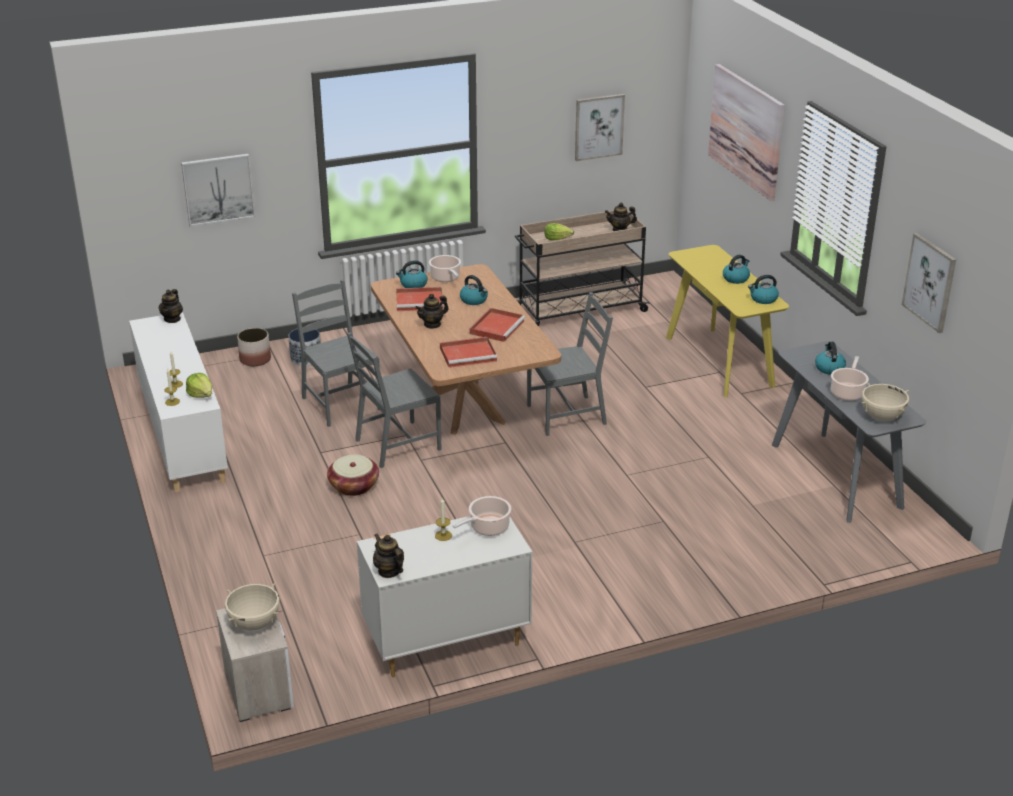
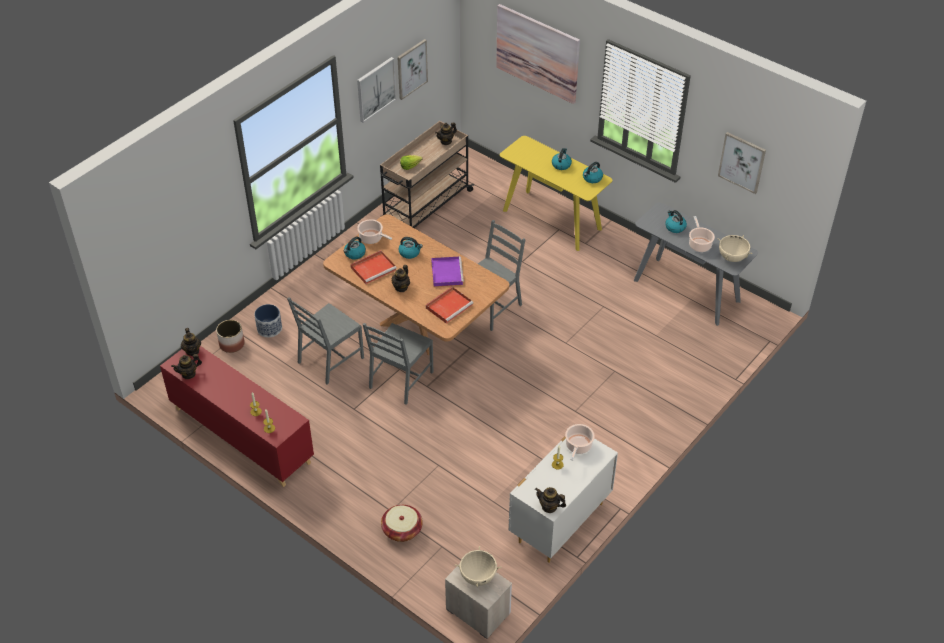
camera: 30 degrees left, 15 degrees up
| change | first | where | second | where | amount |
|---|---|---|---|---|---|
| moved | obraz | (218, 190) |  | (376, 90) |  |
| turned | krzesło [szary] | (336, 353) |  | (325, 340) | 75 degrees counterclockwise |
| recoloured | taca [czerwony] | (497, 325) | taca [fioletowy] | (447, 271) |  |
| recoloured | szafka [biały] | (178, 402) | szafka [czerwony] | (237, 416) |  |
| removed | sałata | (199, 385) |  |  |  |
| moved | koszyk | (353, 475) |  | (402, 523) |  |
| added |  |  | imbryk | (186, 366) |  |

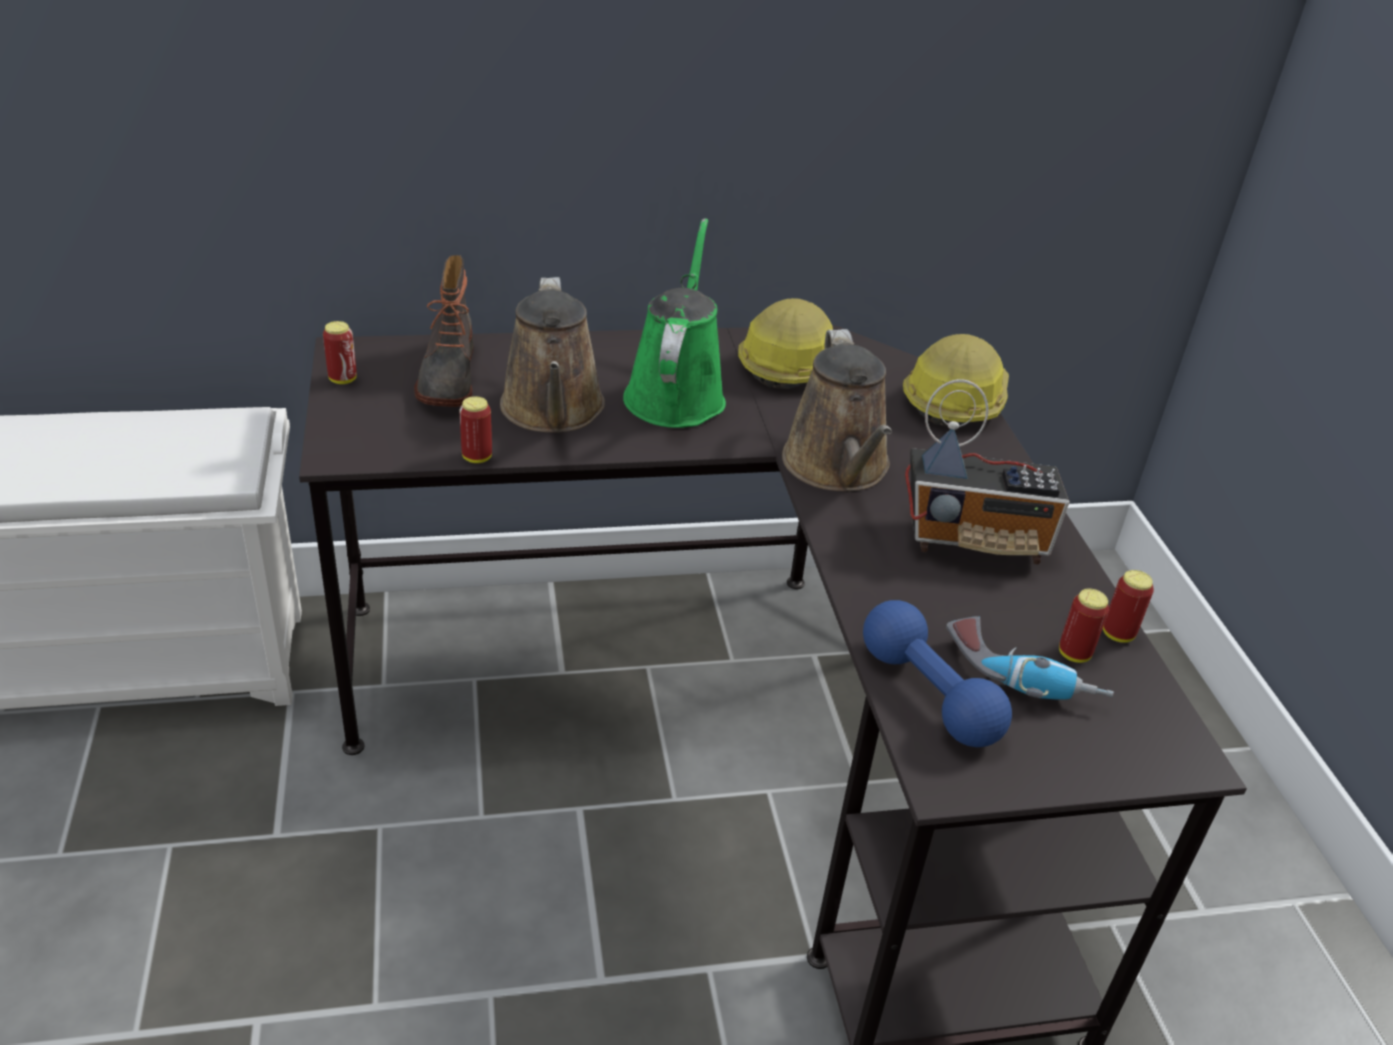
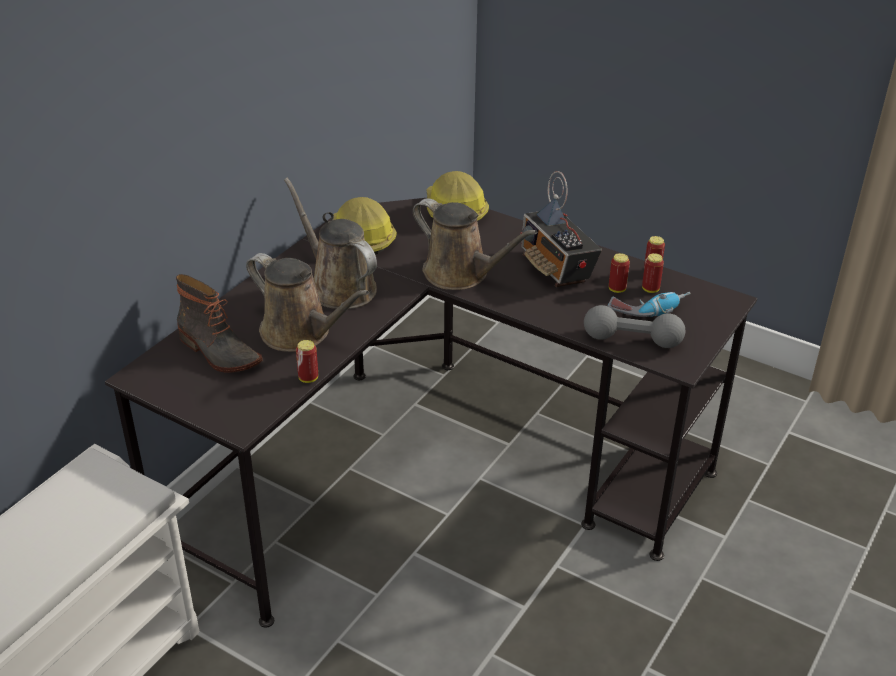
camera: 45 degrees left, 0 degrees up
| change | first | where | second | where | amount |
|---|---|---|---|---|---|
| recoloured | konewka [zielony] | (674, 323) | konewka [brązowy] | (330, 243) |  |
| moved | puszka | (340, 352) |  | (619, 273) |  |
| turned | radio | (987, 471) |  | (561, 229) | 105 degrees clockwise |
| recoloured | hantel [niebieski] | (937, 673) | hantel [szary] | (634, 326) |  |

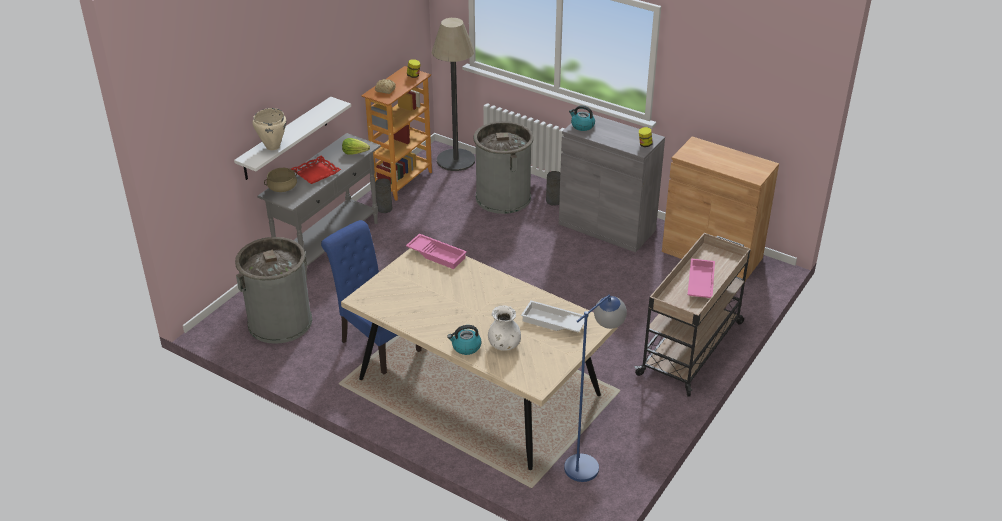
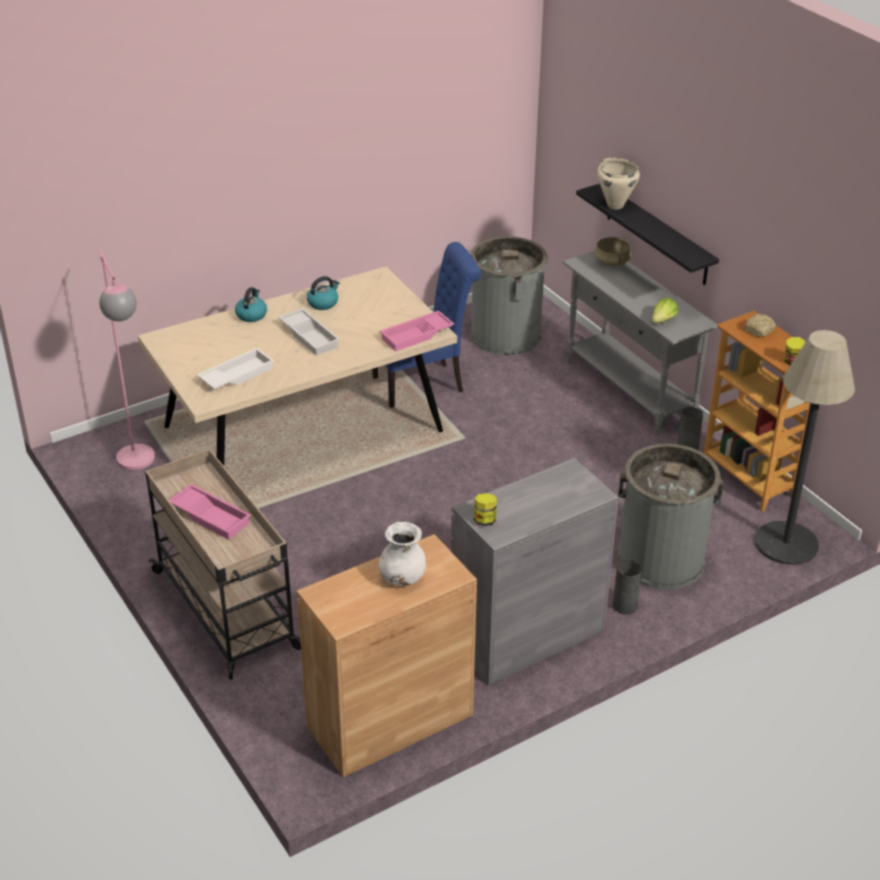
camera: 115 degrees right, 0 degrees up
| change | first | where | second | where | amount |
|---|---|---|---|---|---|
| recoloured | półka [biały] | (292, 138) | półka [czarny] | (647, 234) |  |
| moved | czajnik | (582, 118) |  | (323, 293) |  |
| removed | taca [czerwony] | (316, 170) |  |  |  |
| recoloured | lampa stojąca [niebieski] | (595, 388) | lampa stojąca [różowy] | (126, 360) |  |
| moved | wazon [biały] | (504, 328) |  | (402, 554) |  |
| added |  |  | taca [biały] | (309, 332) |  |

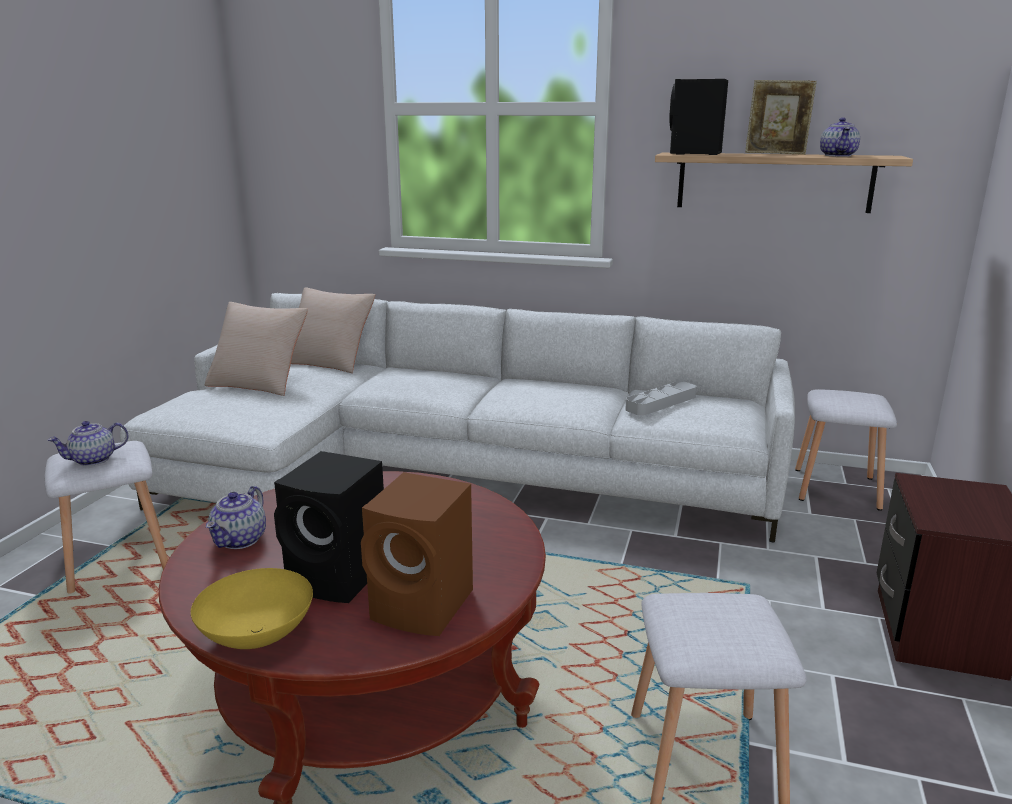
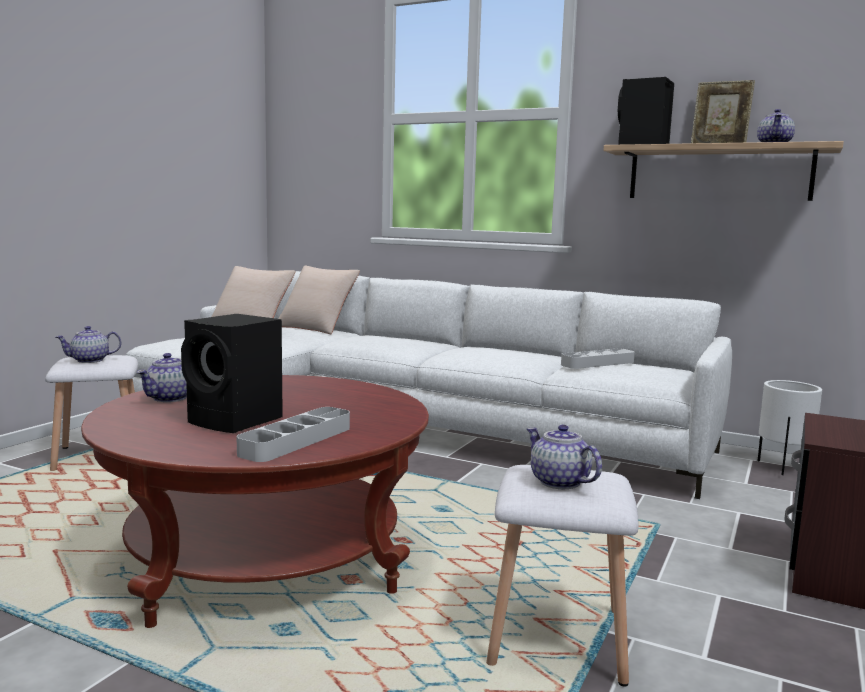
camera: 10 degrees right, 10 degrees down
| change | first | where | second | where | amount |
|---|---|---|---|---|---|
| replaced | stołek [biały] | (846, 450) | donica [biały] | (789, 427) |  |
| replaced | głośnik [brązowy] | (417, 554) | taca [szary] | (293, 434) |  |
| removed | miska [żółty] | (252, 608) |  |  |  |
| added |  |  | imbryk | (564, 456) |  |

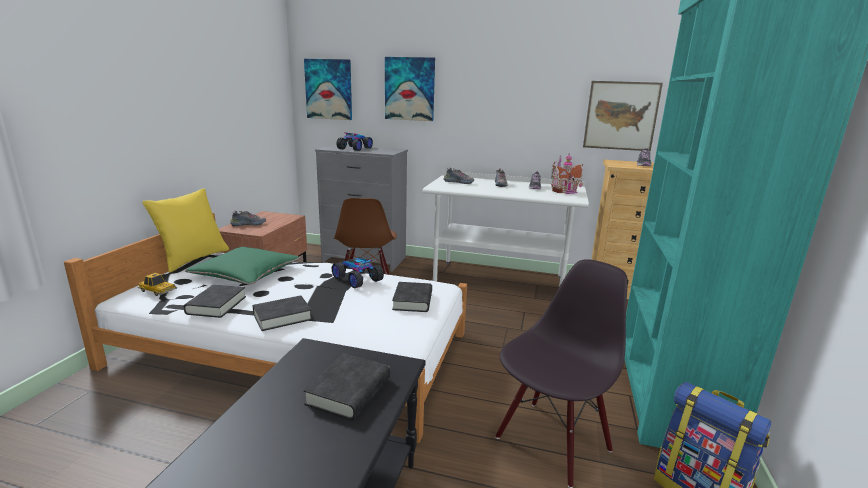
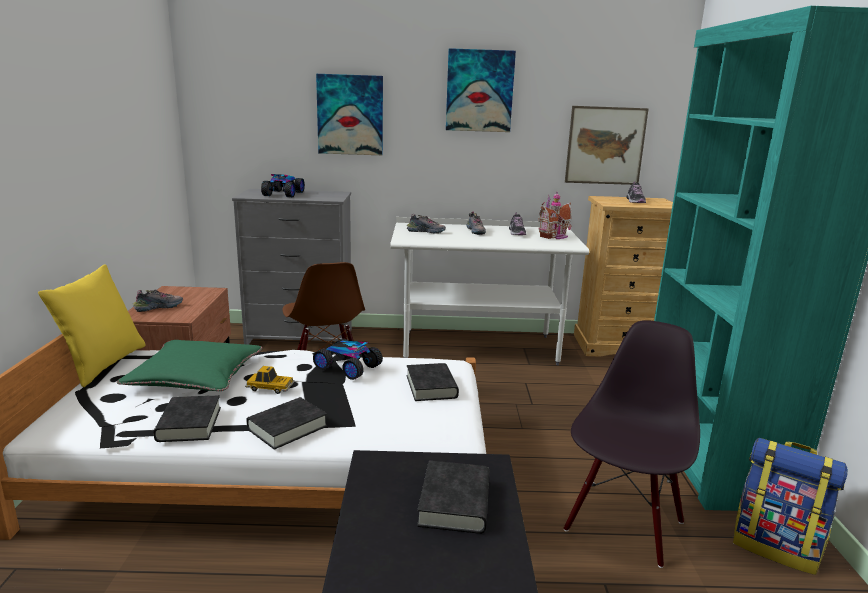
camera: 15 degrees left, 0 degrees up
| change | first | where | second | where | amount |
|---|---|---|---|---|---|
| moved | obraz | (328, 89) |  | (481, 90) |  |
| moved | samochodzik | (157, 284) |  | (270, 380) |  |

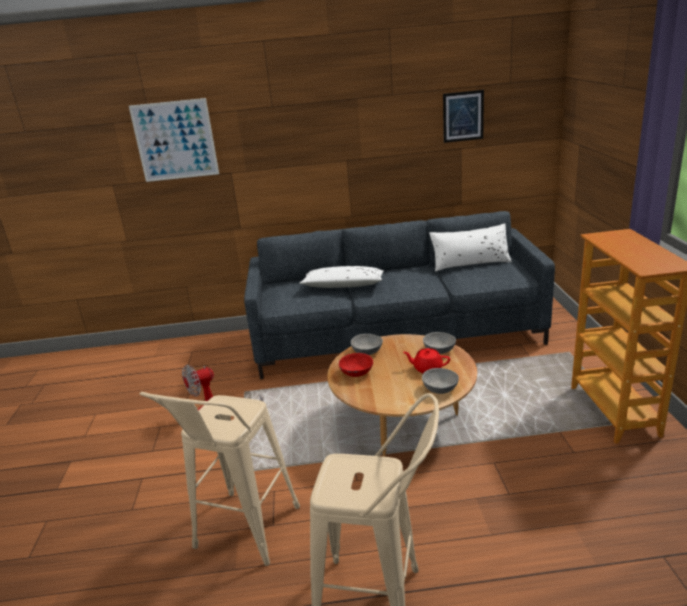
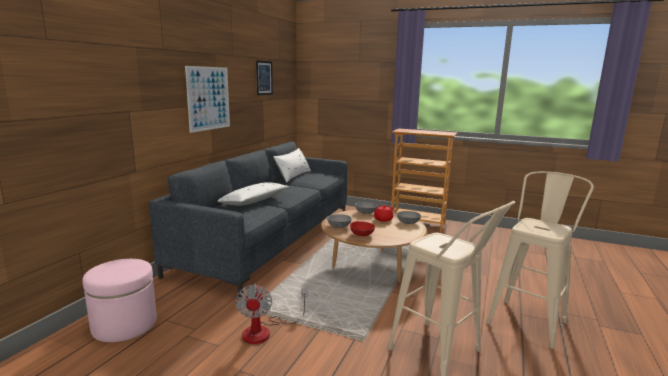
camera: 65 degrees left, 10 degrees down
| change | first | where | second | where | amount |
|---|---|---|---|---|---|
| moved | obraz | (174, 140) |  | (207, 99) |  |
| added |  |  | pufa [różowy] | (119, 300) |  |

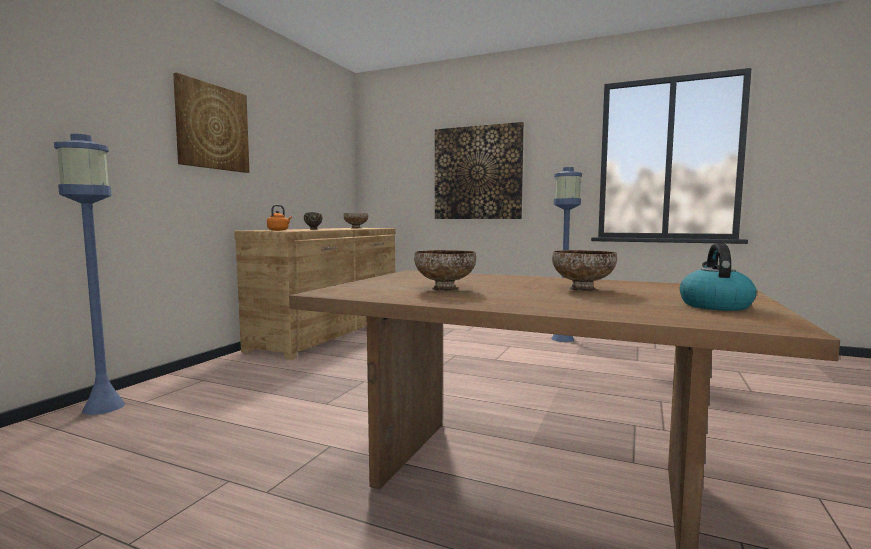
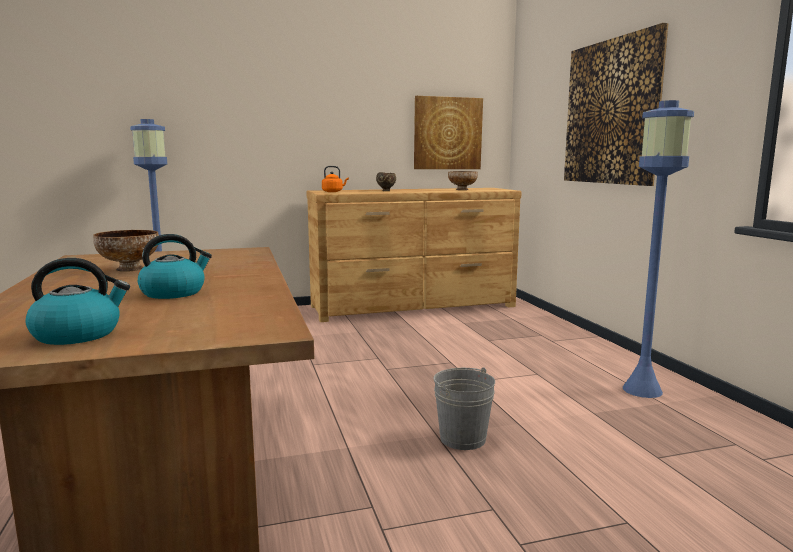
camera: 50 degrees right, 5 degrees up
| change | first | where | second | where | amount |
|---|---|---|---|---|---|
| moved | obraz | (211, 123) |  | (448, 132) |  |
| replaced | miska | (584, 270) | czajnik | (175, 266) |  |
| added |  |  | wiadro [szary] | (464, 408) |  |

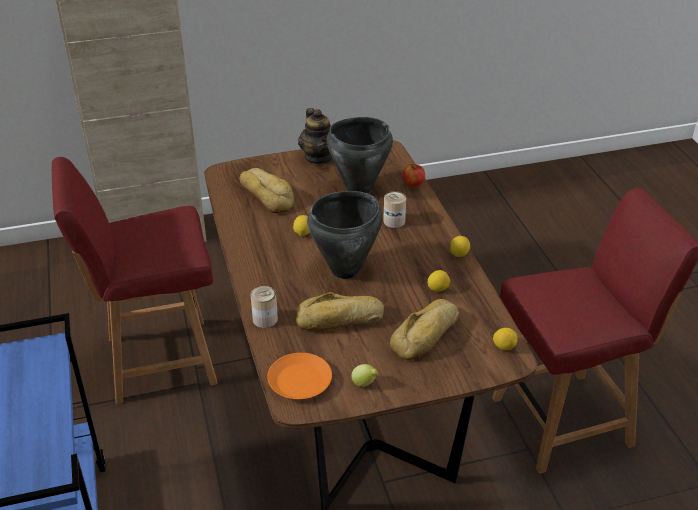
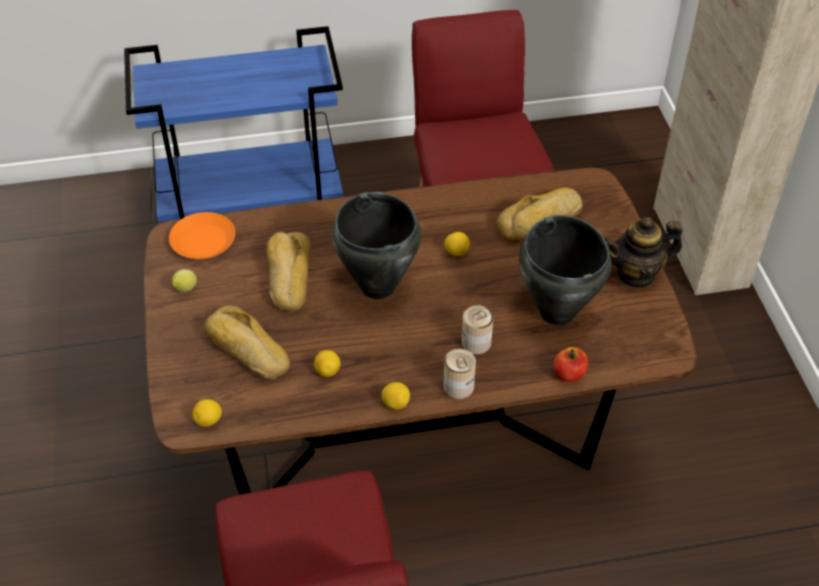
camera: 95 degrees right, 10 degrees up
| change | first | where | second | where | amount |
|---|---|---|---|---|---|
| moved | puszka | (264, 307) |  | (459, 374) |  |

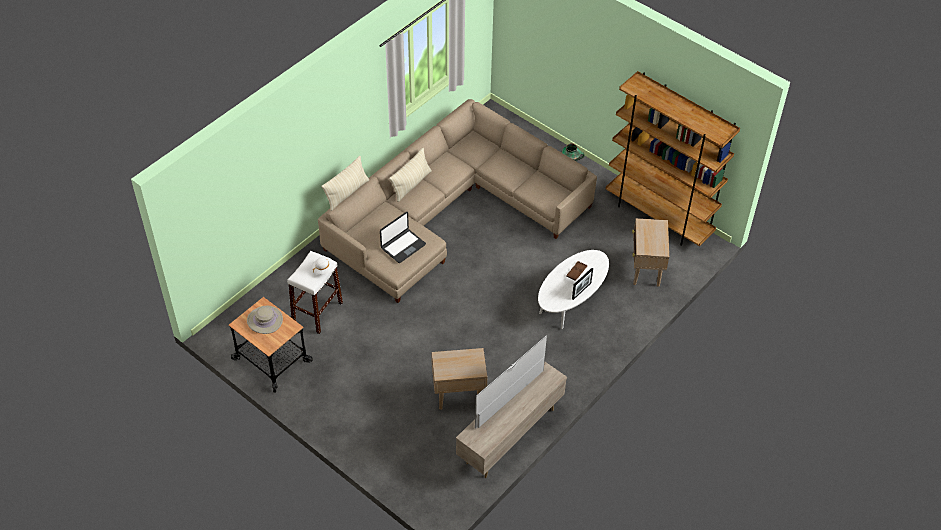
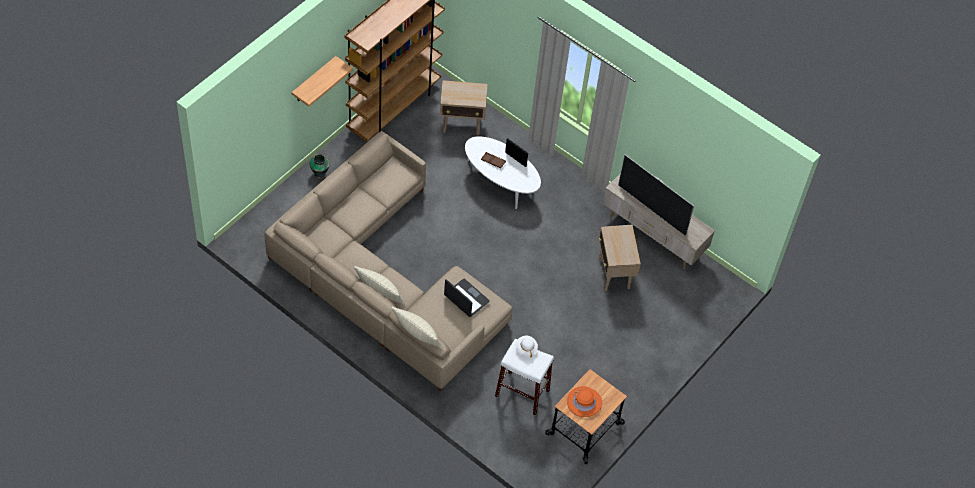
camera: 95 degrees left, 5 degrees up
| change | first | where | second | where | amount |
|---|---|---|---|---|---|
| recoloured | kapelusz [beżowy] | (265, 320) | kapelusz [pomarańczowy] | (584, 401) |  |
| added |  |  | półka | (322, 81) |  |

